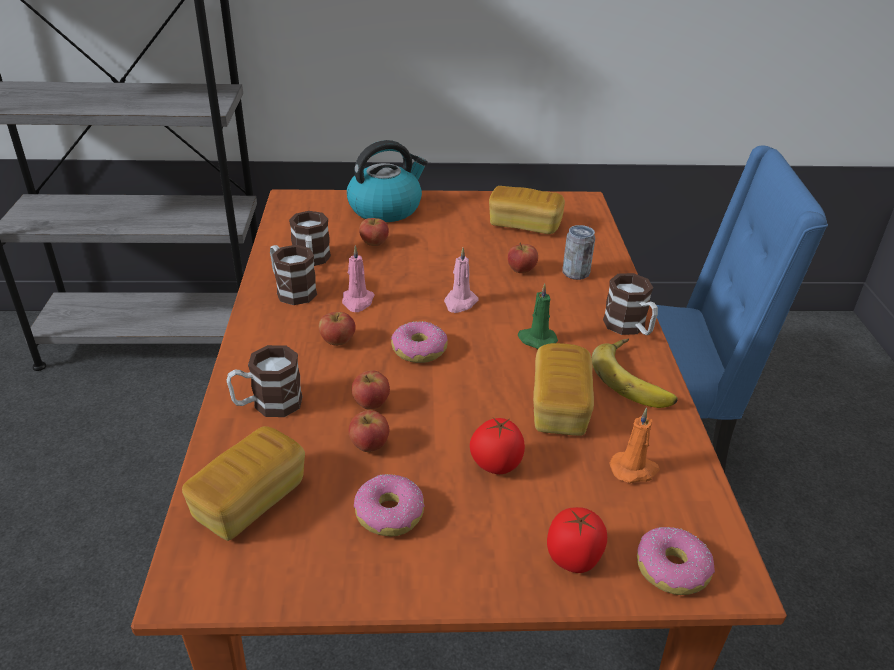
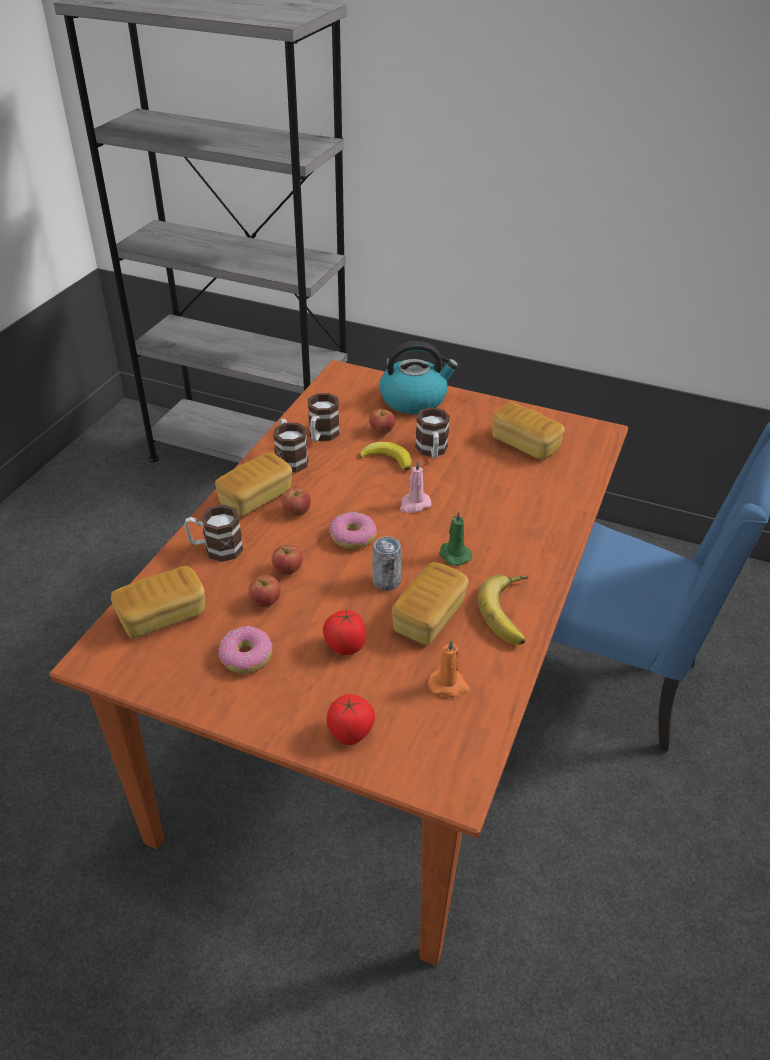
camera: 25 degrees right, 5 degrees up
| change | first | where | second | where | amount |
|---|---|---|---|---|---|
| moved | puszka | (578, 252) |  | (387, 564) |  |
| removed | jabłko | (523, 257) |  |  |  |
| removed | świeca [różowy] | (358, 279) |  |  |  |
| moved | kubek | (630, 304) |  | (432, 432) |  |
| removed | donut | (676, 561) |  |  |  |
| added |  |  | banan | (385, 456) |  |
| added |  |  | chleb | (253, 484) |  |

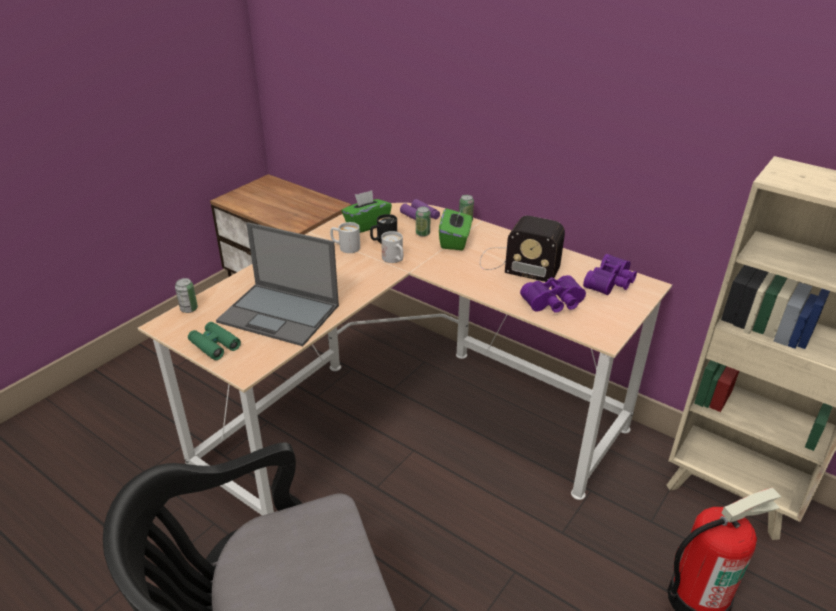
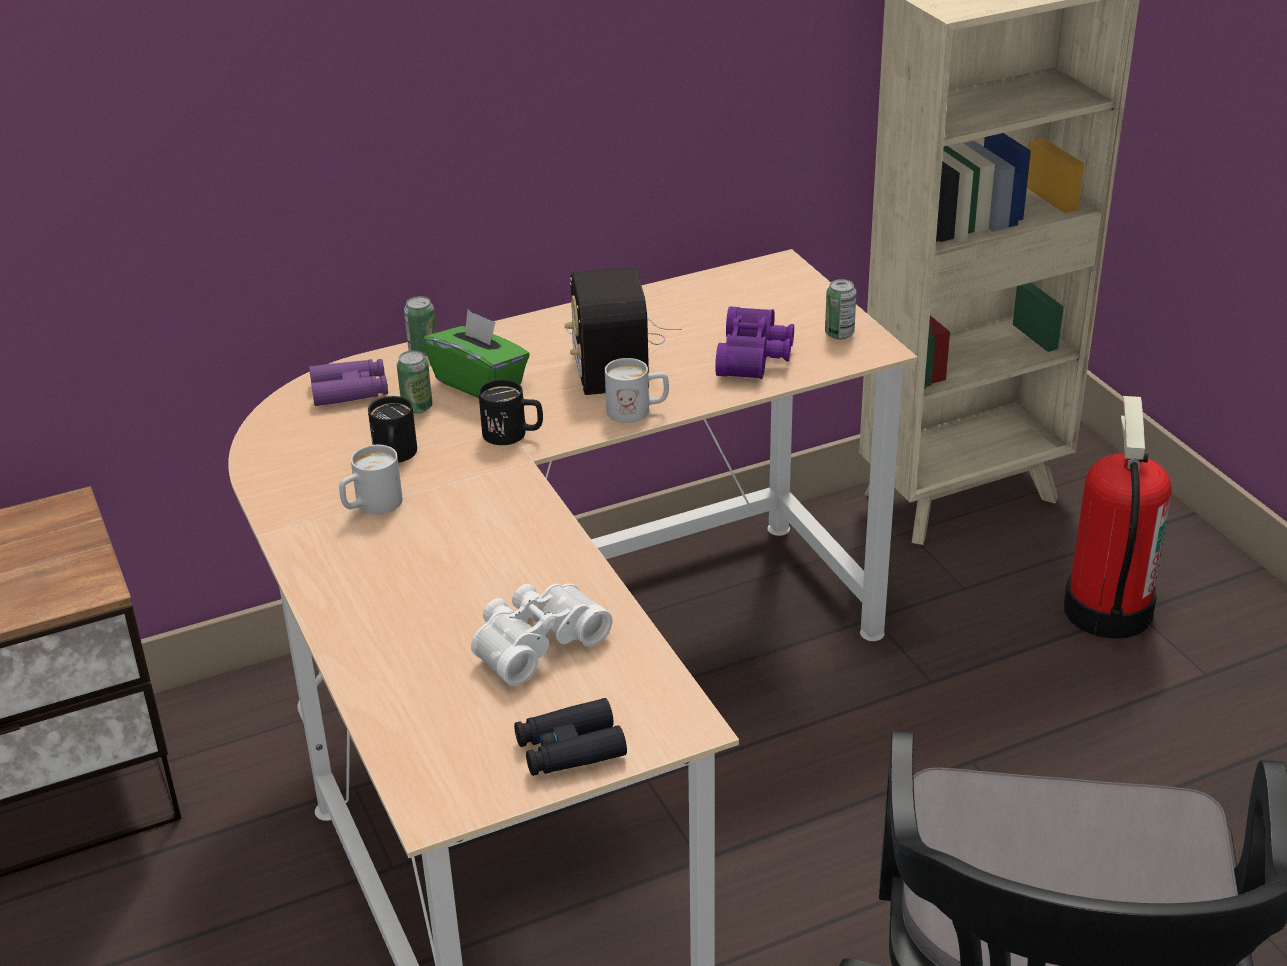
camera: 60 degrees left, 0 degrees up
| change | first | where | second | where | amount |
|---|---|---|---|---|---|
| removed | pudełko chusteczek [zielony] | (366, 211) |  |  |  |
| turned | radio | (522, 249) |  | (623, 331) | 120 degrees clockwise |
| replaced | laptop | (277, 284) | lornetka [biały] | (542, 635) |  |
| moved | kubek [biały] | (392, 247) |  | (637, 390) |  |
| removed | lornetka [fioletowy] | (610, 274) |  |  |  |
| moved | puszka | (186, 295) |  | (840, 309) |  |
| recoloured | lornetka [zielony] | (214, 341) | lornetka [czarny] | (570, 737) |  |
| added |  |  | kubek [czarny] | (510, 412) |  |

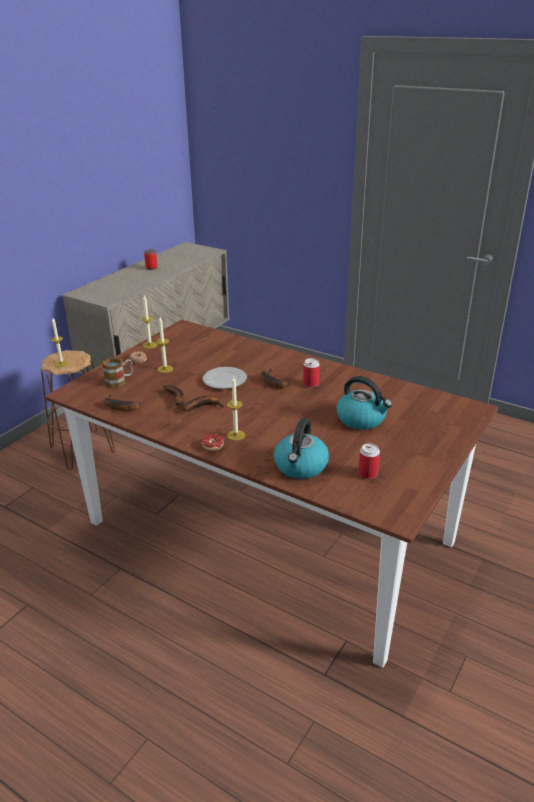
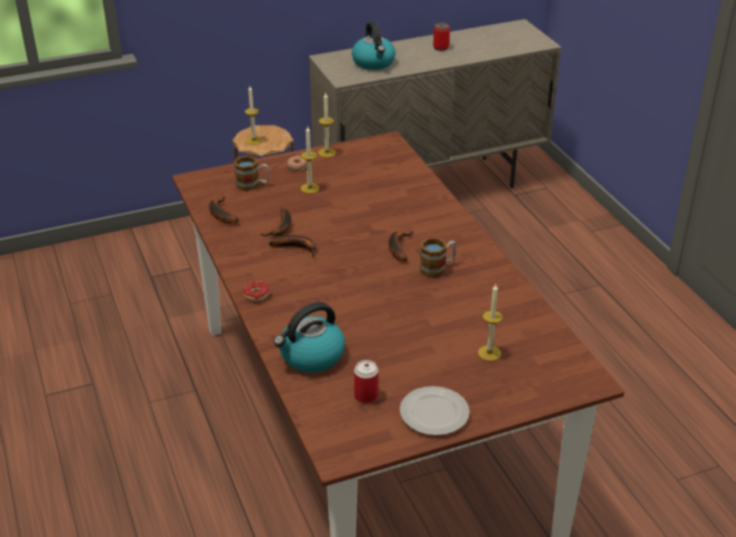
camera: 35 degrees right, 5 degrees up
| change | first | where | second | where | amount |
|---|---|---|---|---|---|
| replaced | puszka | (311, 372) | kubek | (437, 258) |  |
| moved | talerz | (225, 378) |  | (434, 410) |  |
| moved | świeca | (236, 408) |  | (490, 322) |  |
| moved | czajnik | (364, 403) |  | (374, 45) |  |

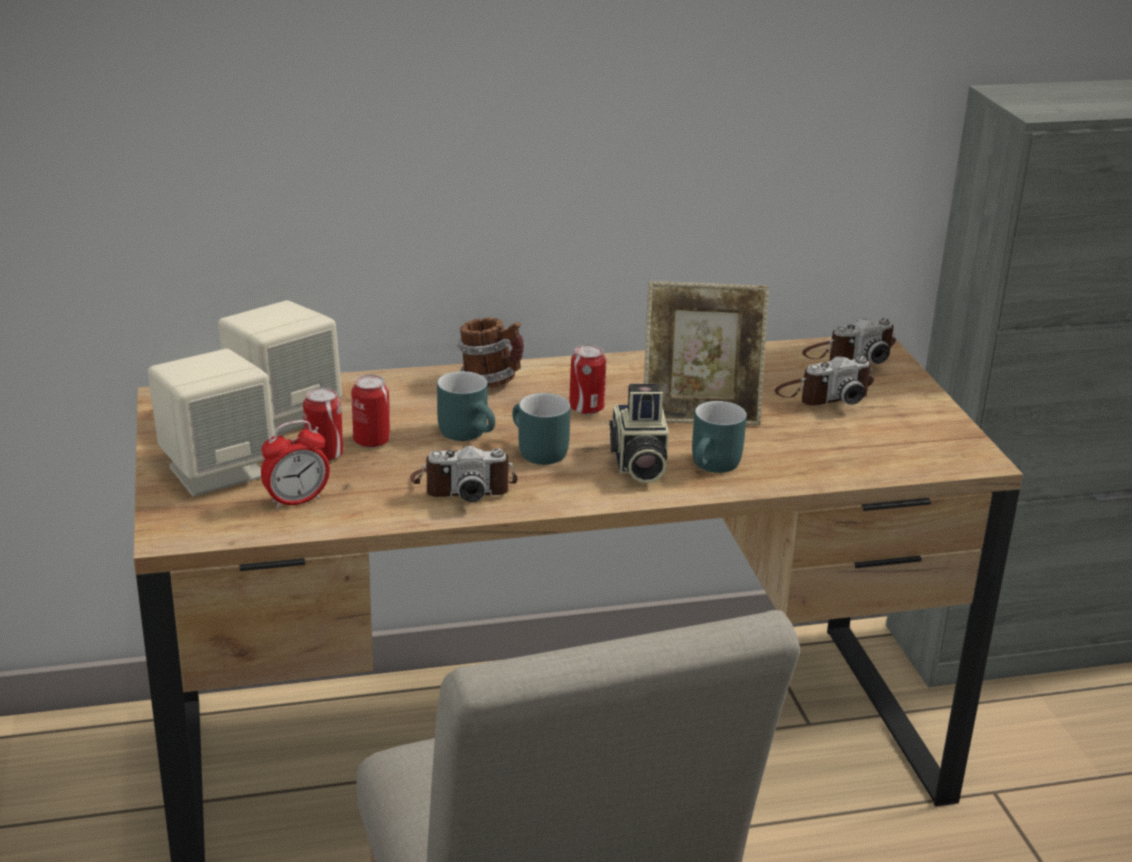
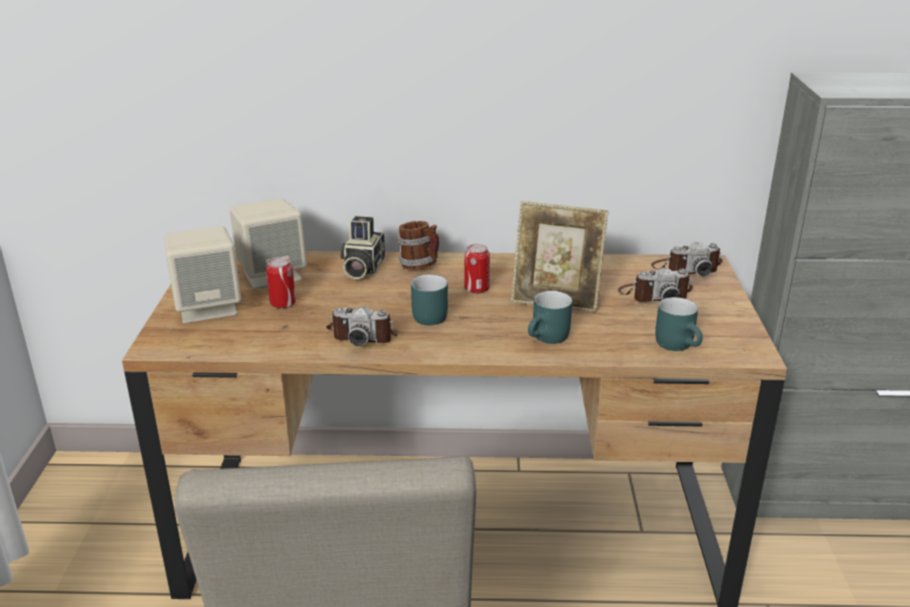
camera: 15 degrees right, 0 degrees up
| change | first | where | second | where | amount |
|---|---|---|---|---|---|
| moved | kubek [turkusowy] | (466, 406) |  | (679, 324) |  |
| removed | puszka | (370, 411) |  |  |  |
| moved | aparat fotograficzny | (639, 433) |  | (362, 247) |  |
| removed | budzik | (295, 464) |  |  |  |

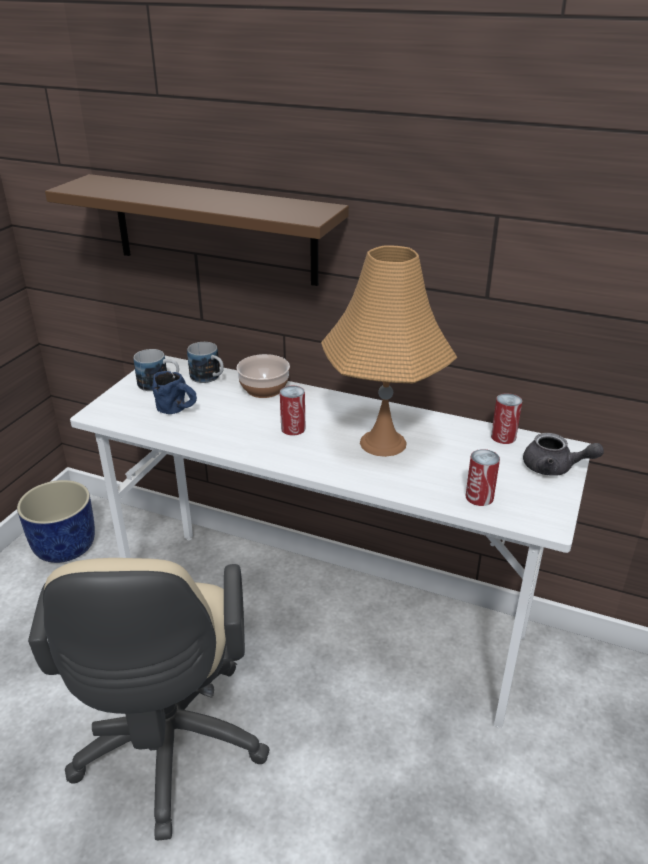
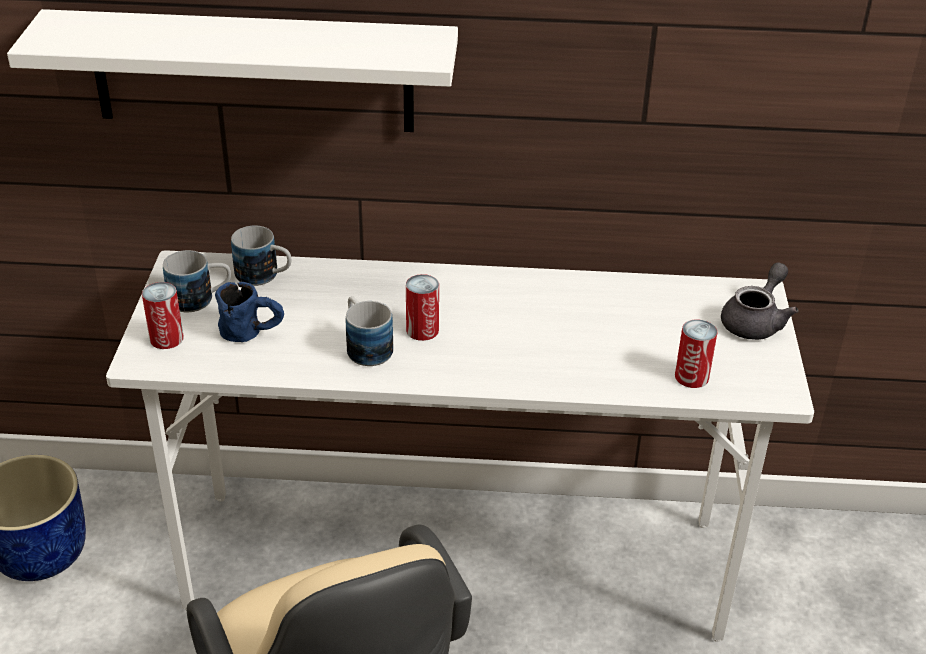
camera: 20 degrees left, 5 degrees up
| change | first | where | second | where | amount |
|---|---|---|---|---|---|
| recoloured | półka [brązowy] | (197, 230) | półka [biały] | (232, 70) |  |
| removed | lampa stołowa [pomarańczowy] | (389, 351) |  |  |  |
| removed | miska | (263, 376) |  |  |  |
| moved | puszka | (506, 418) |  | (163, 315) |  |
| turned | imbryk [szary] | (563, 454) |  | (760, 301) | 60 degrees counterclockwise |
| added |  |  | kubek | (369, 331) |  |

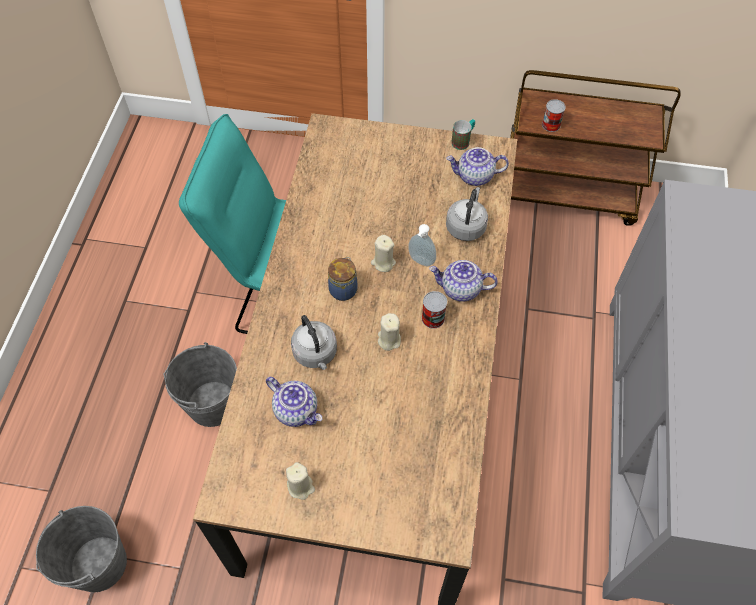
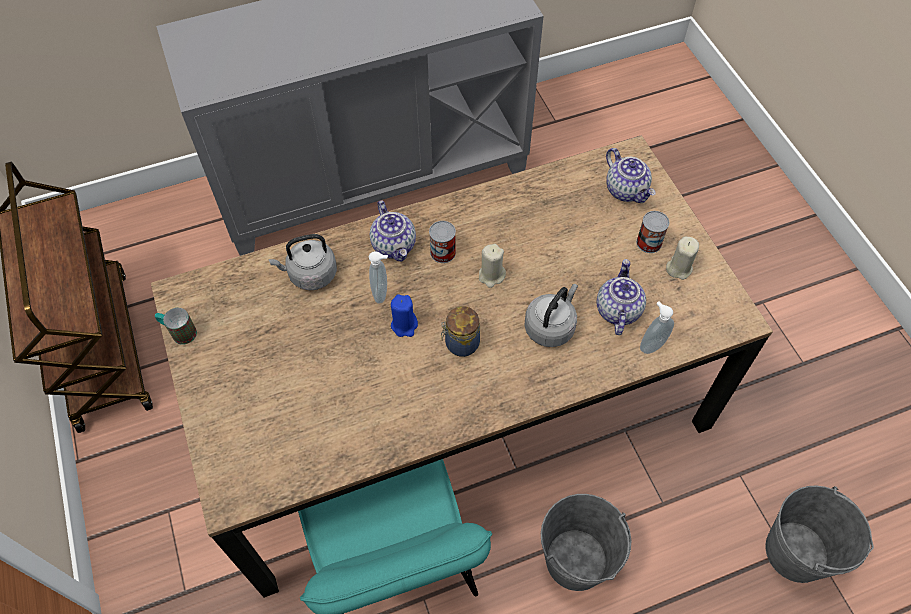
camera: 120 degrees left, 0 degrees up
| change | first | where | second | where | amount |
|---|---|---|---|---|---|
| moved | puszka | (554, 115) |  | (652, 232) |  |
| moved | imbryk | (477, 166) |  | (631, 175) |  |
| recoloured | świeca [beżowy] | (383, 253) | świeca [niebieski] | (404, 315) |  |
| added |  |  | dozownik mydła | (657, 327) |  |

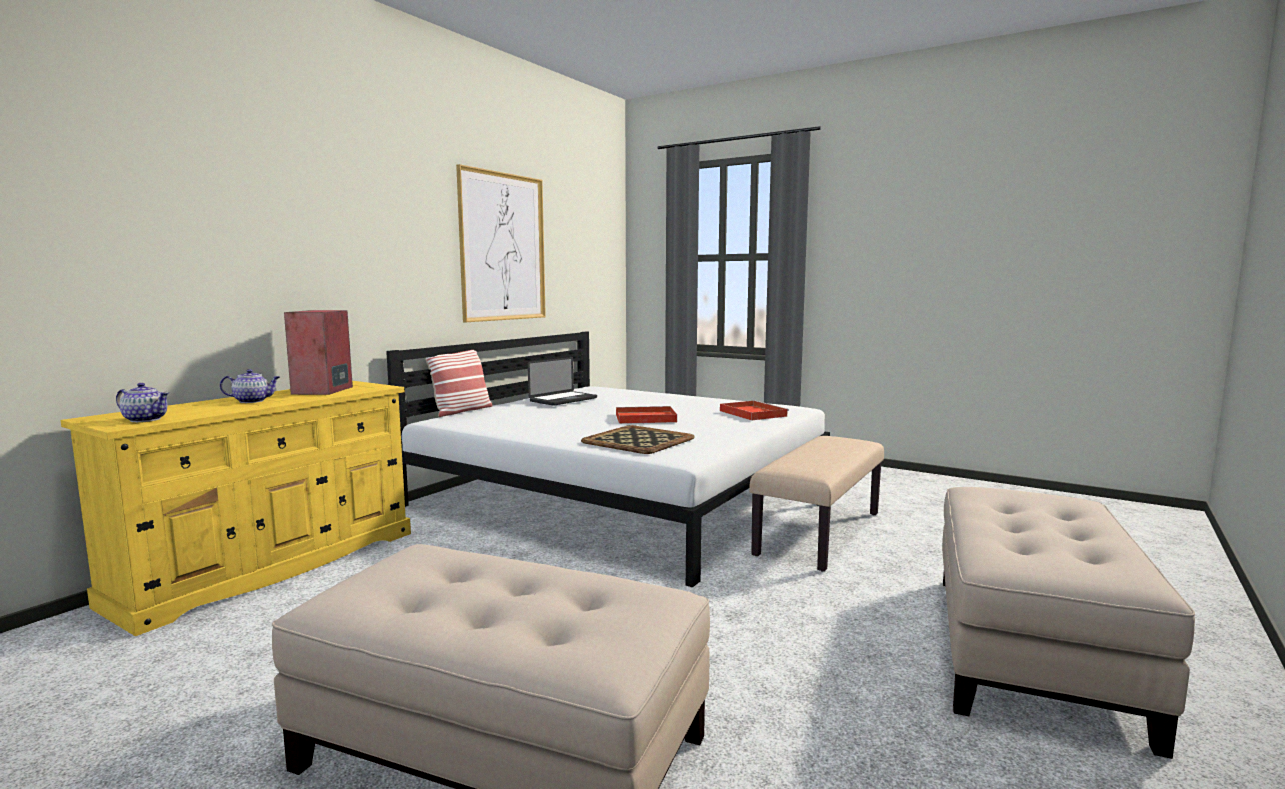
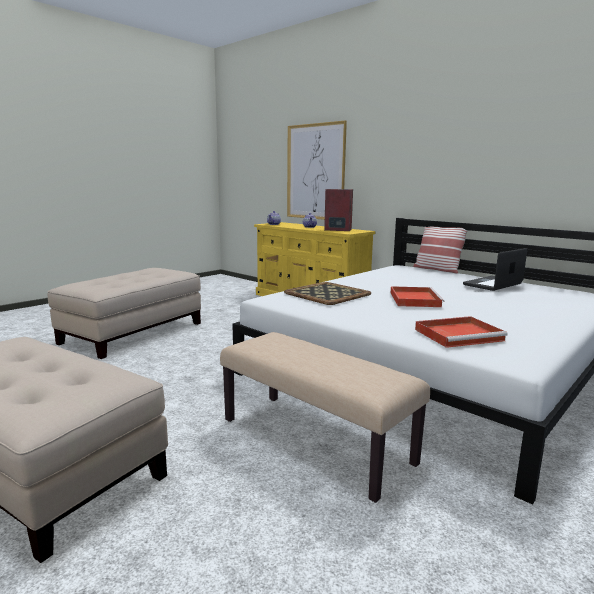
camera: 100 degrees right, 5 degrees up
| change | first | where | second | where | amount |
|---|---|---|---|---|---|
| moved | obraz | (501, 243) |  | (317, 170) |  |
| turned | laptop | (562, 381) |  | (495, 269) | 90 degrees clockwise |

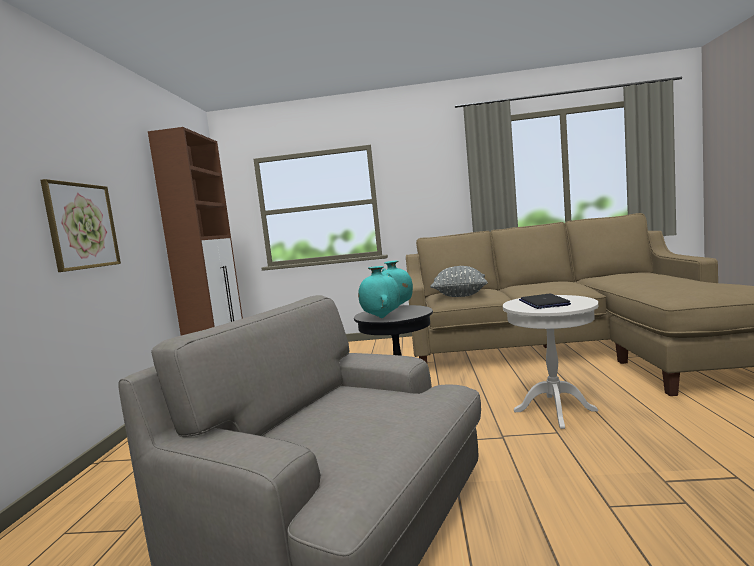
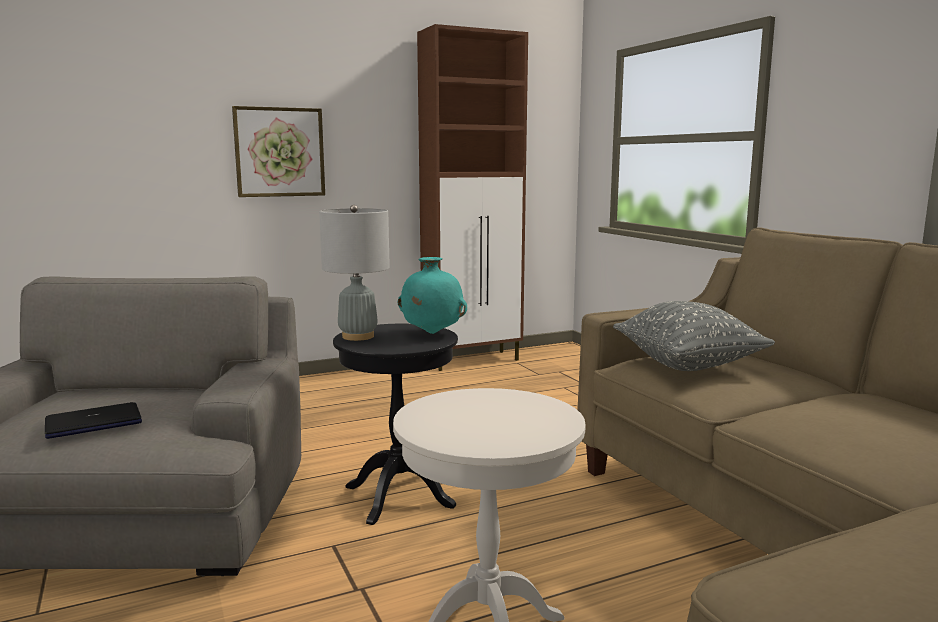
camera: 60 degrees right, 5 degrees up
| change | first | where | second | where | amount |
|---|---|---|---|---|---|
| replaced | wazon [turkusowy] | (379, 292) | lampa stołowa [szary] | (354, 273) |  |
| moved | laptop | (545, 301) |  | (93, 420) |  |

